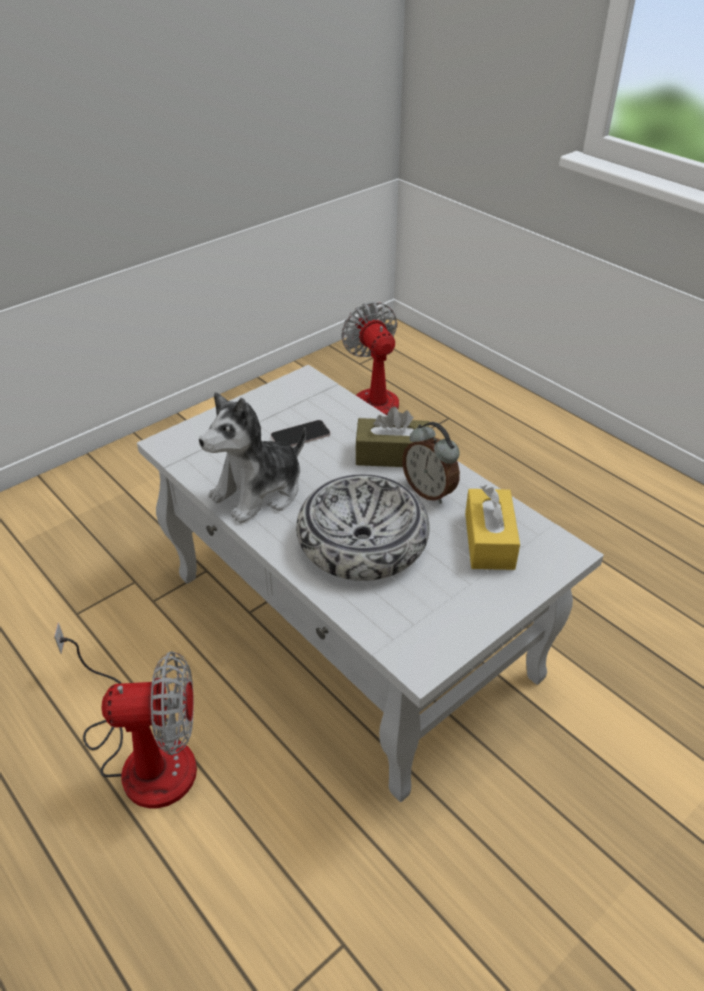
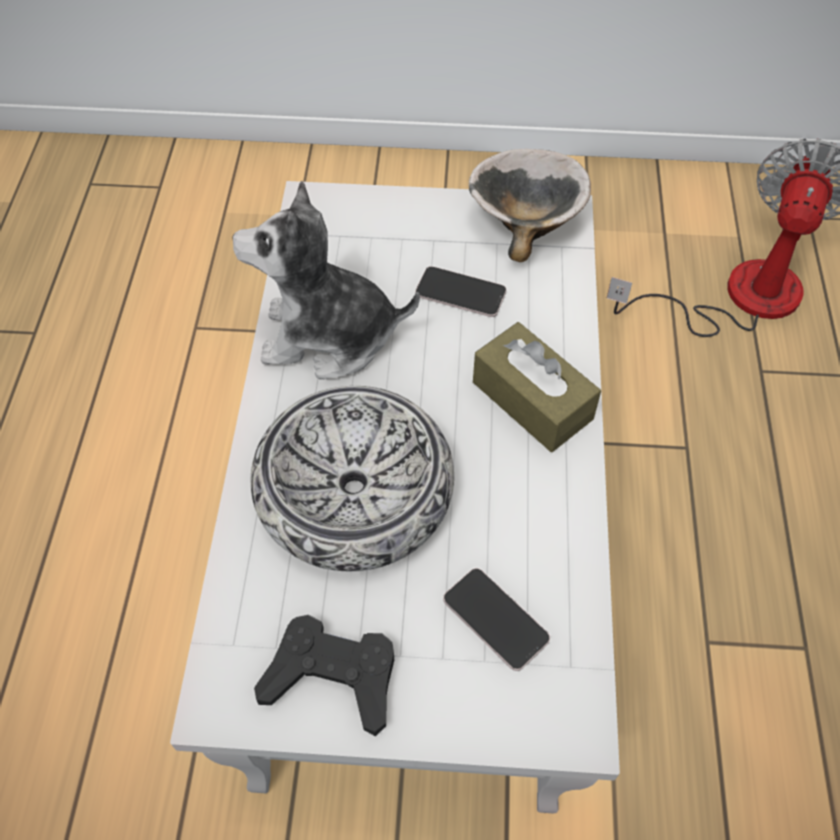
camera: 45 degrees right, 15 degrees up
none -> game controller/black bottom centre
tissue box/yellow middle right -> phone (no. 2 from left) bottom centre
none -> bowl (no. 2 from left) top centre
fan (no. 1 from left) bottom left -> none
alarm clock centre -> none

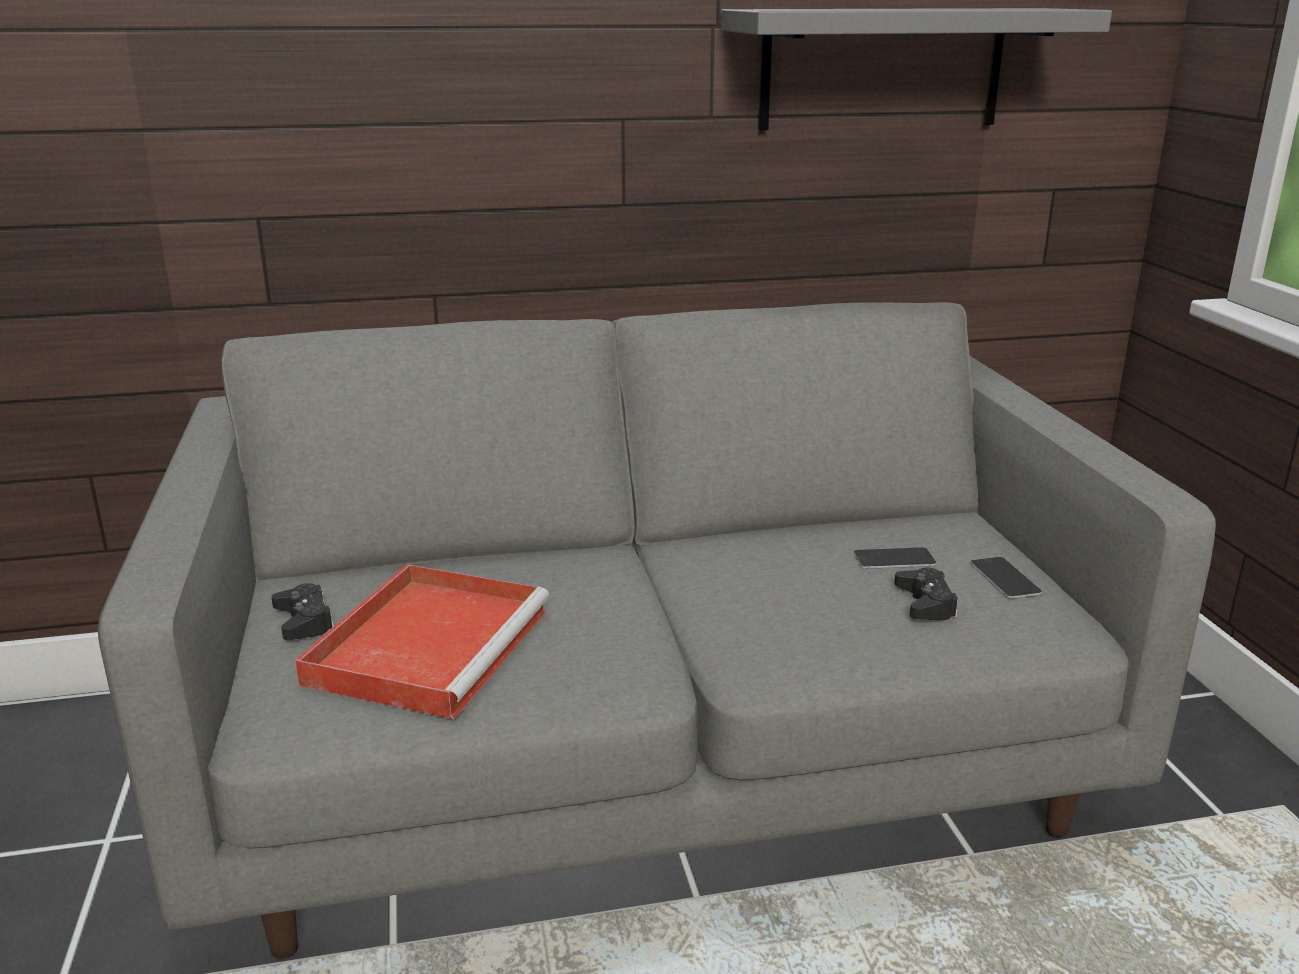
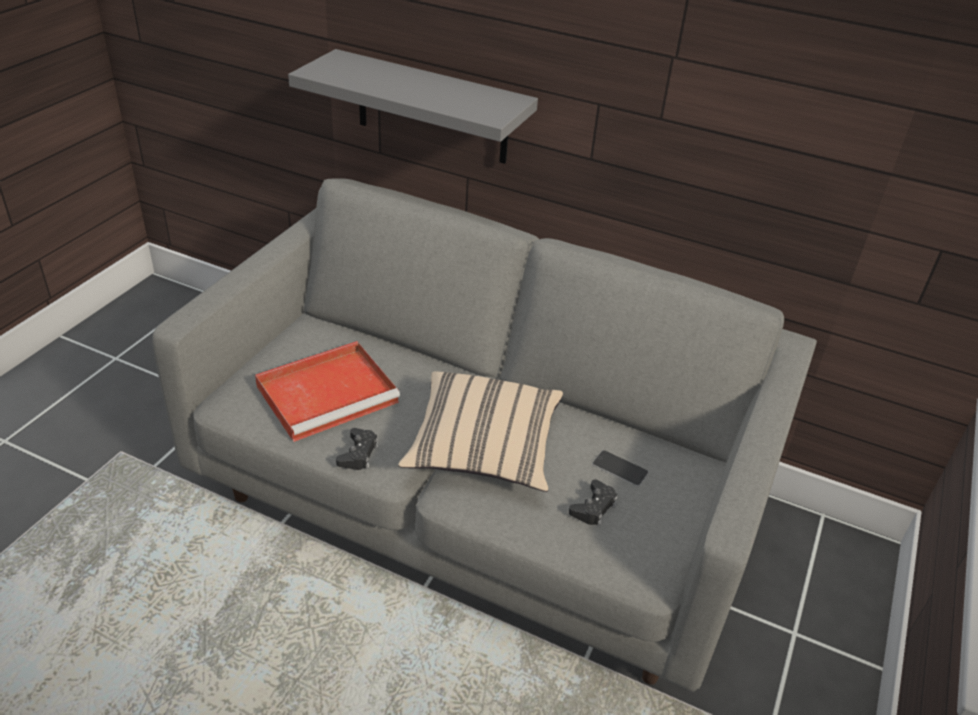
camera: 35 degrees right, 15 degrees up
shelf/grey top right -> shelf/grey top centre, shifted
game controller/black (no. 1 from left) middle left -> game controller/black (no. 1 from left) centre, shifted
none -> pillow/beige centre
phone (no. 2 from left) middle right -> none

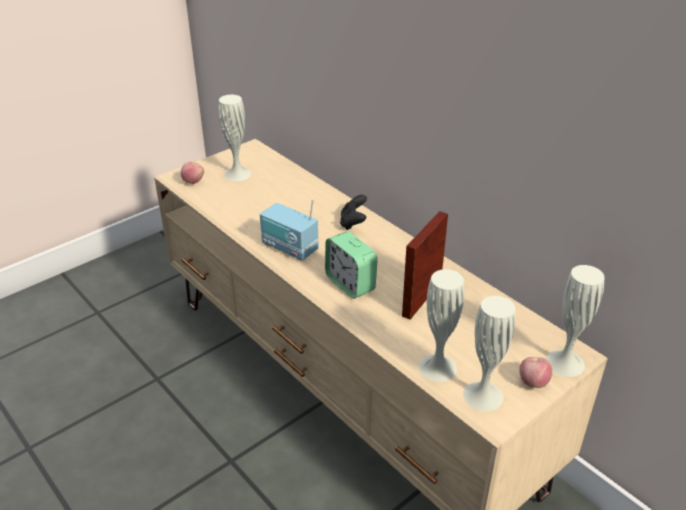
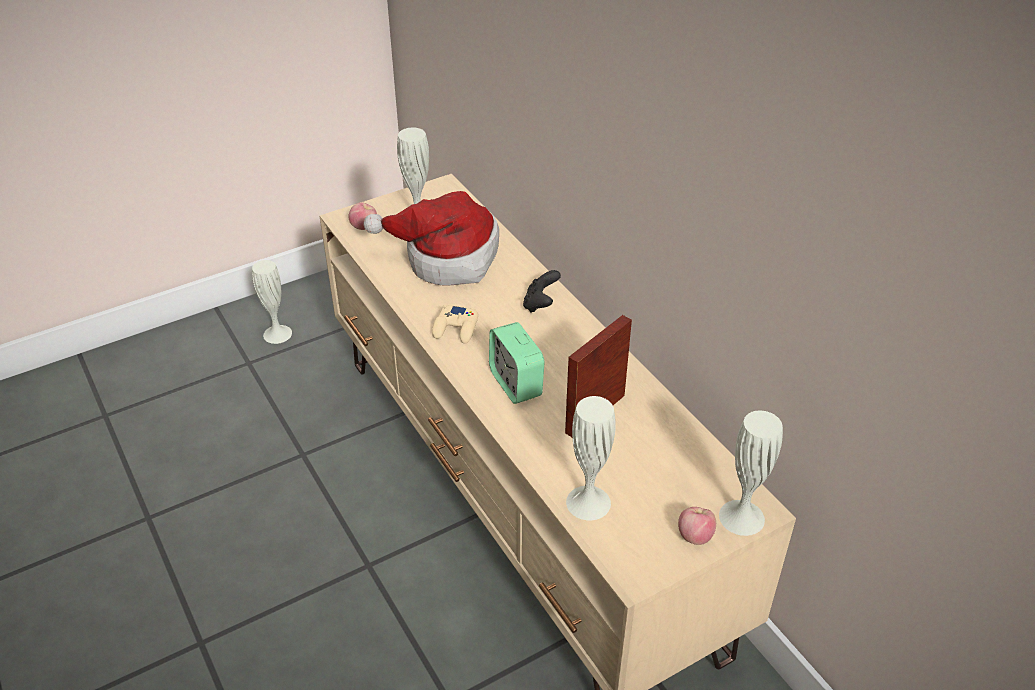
camera: 10 degrees right, 5 degrees up
vase/white (no. 3 from left in the first image) bottom right -> vase/white (no. 1 from left) middle left, shifted
none -> hat centre
radio centre -> game controller/beige centre

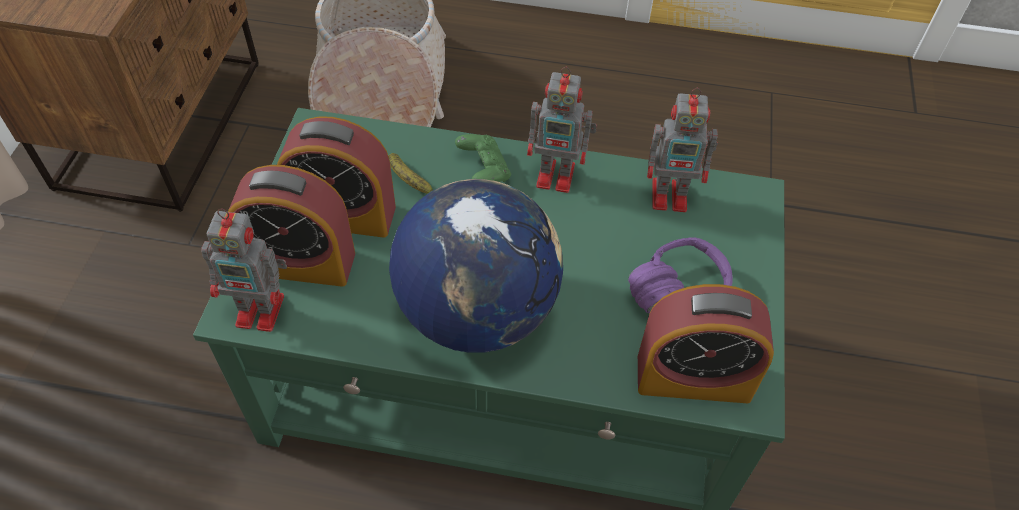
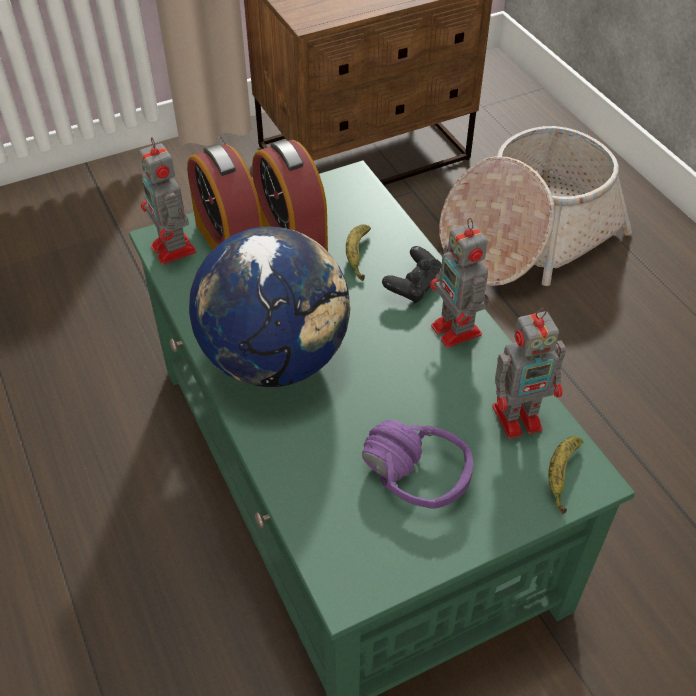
camera: 55 degrees right, 5 degrees down
game controller/green top centre -> game controller/black centre
toy robot (no. 3 from left) top right -> toy robot (no. 3 from left) middle right, 75 degrees counterclockwise
none -> banana (no. 2 from left) bottom right
alarm clock (no. 3 from left) bottom right -> none

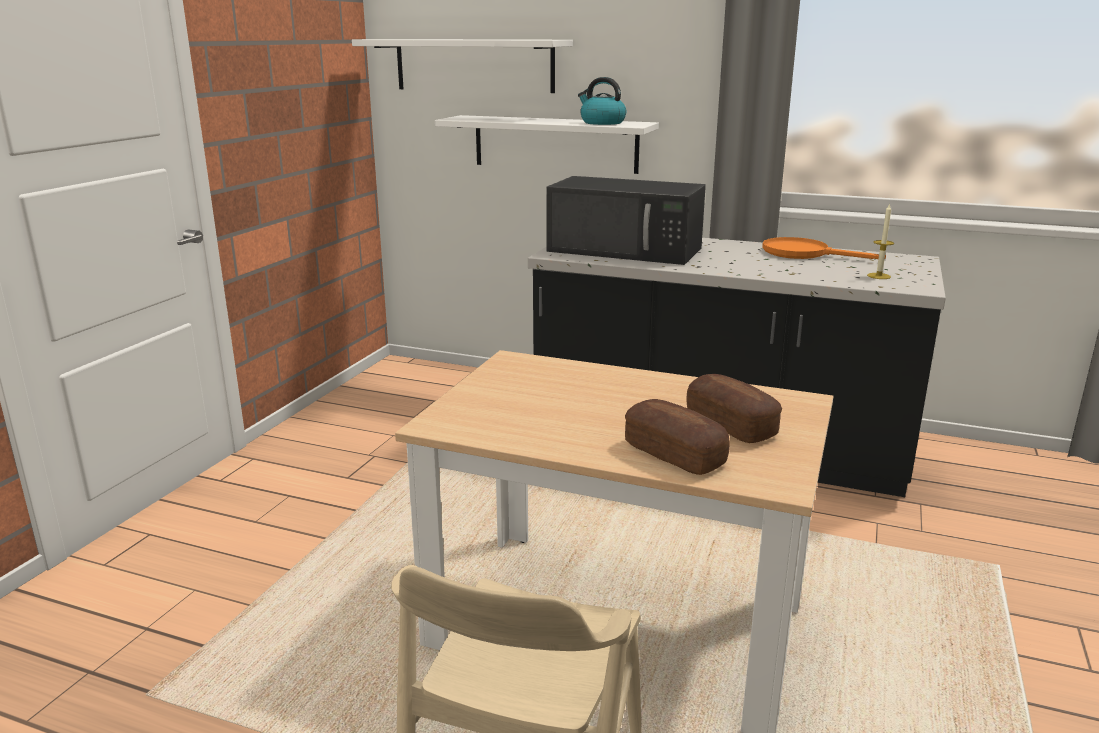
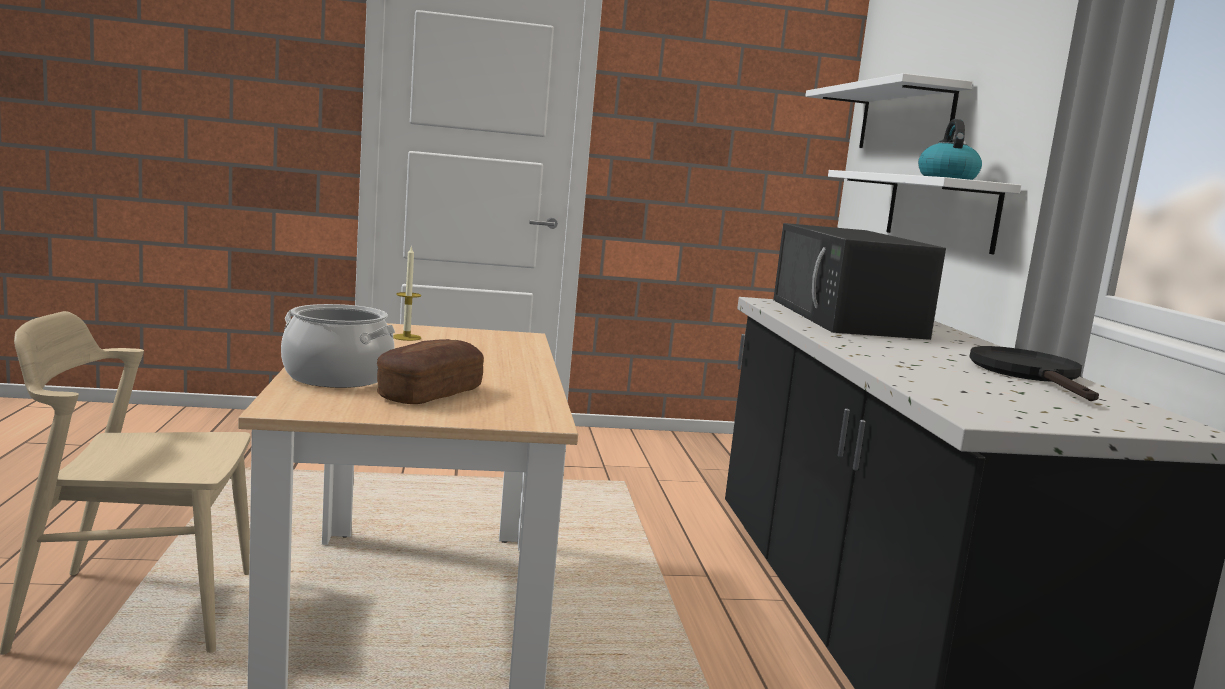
camera: 60 degrees right, 10 degrees down
bread (no. 1 from left) centre -> cooking pot middle left
candle top right -> candle middle left, shifted
frying pan/orange middle right -> frying pan/black middle right

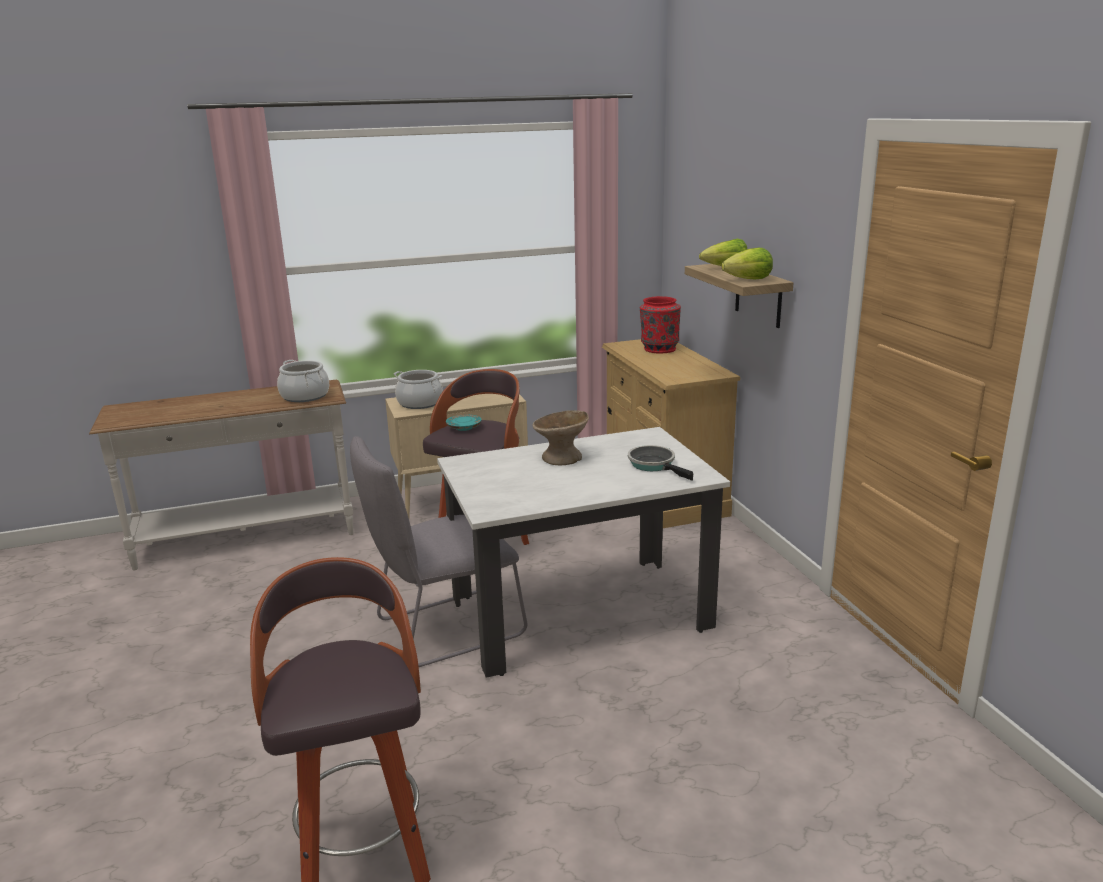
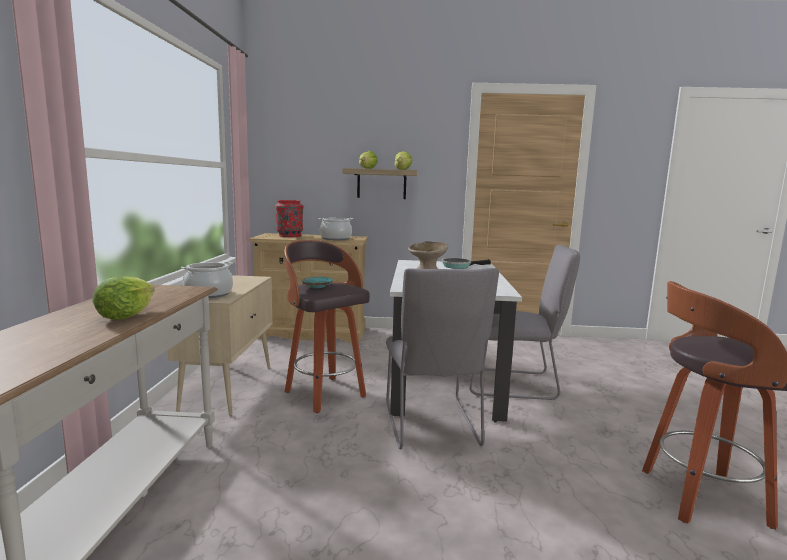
camera: 70 degrees left, 10 degrees down
none -> lettuce (no. 1 from left) middle left
cooking pot (no. 1 from left in the first image) middle left -> cooking pot (no. 2 from left) centre, shifted
none -> chair/grey (no. 2 from left) centre

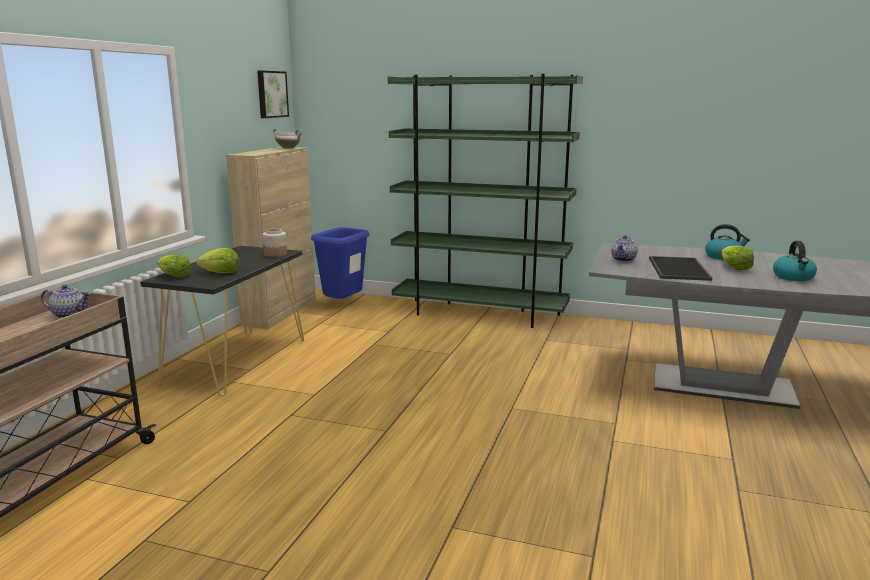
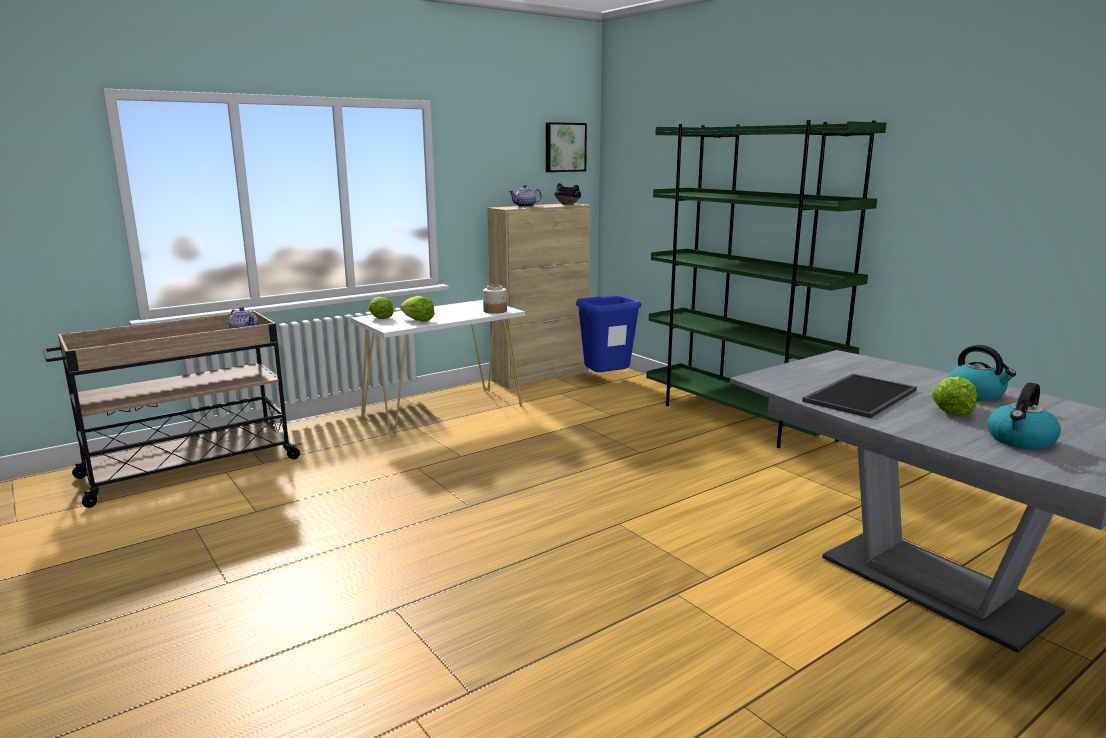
camera: 35 degrees right, 0 degrees up
console table/black middle left -> console table/white centre
teapot (no. 2 from left) middle right -> teapot (no. 2 from left) top centre, shifted
cooking pot/white top left -> cooking pot/black top centre

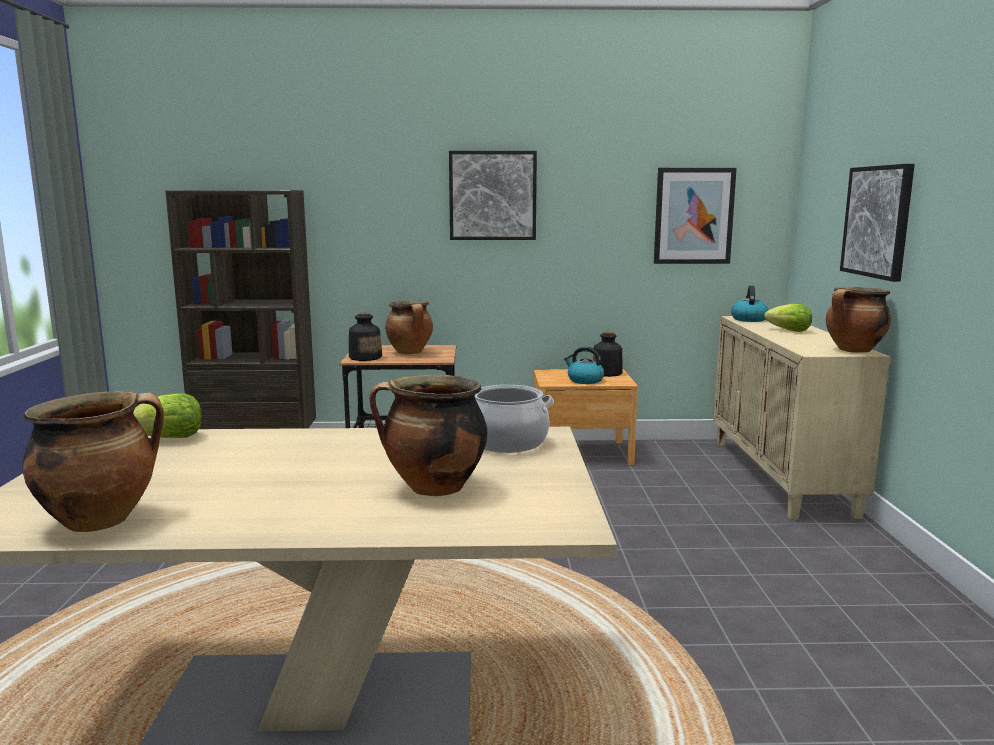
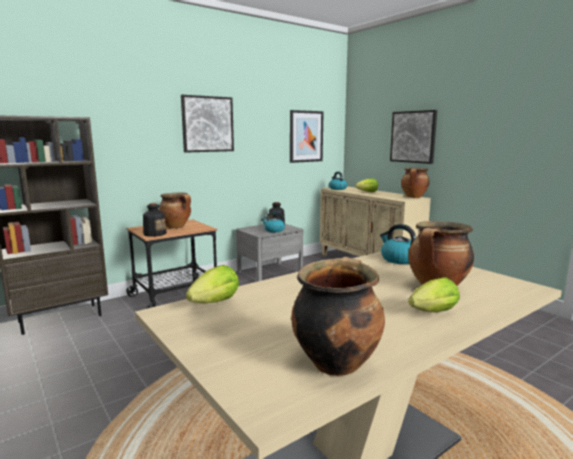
camera: 35 degrees left, 0 degrees up
nightstand/brown centre -> nightstand/grey centre
cooking pot (no. 4 from left) centre -> kettle (no. 3 from left) middle right
none -> lettuce (no. 3 from left) middle right

